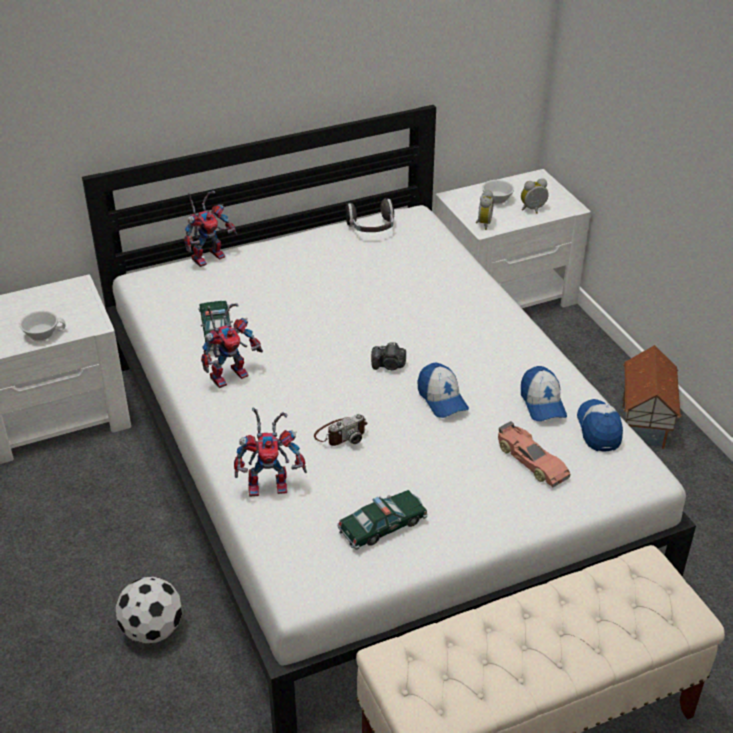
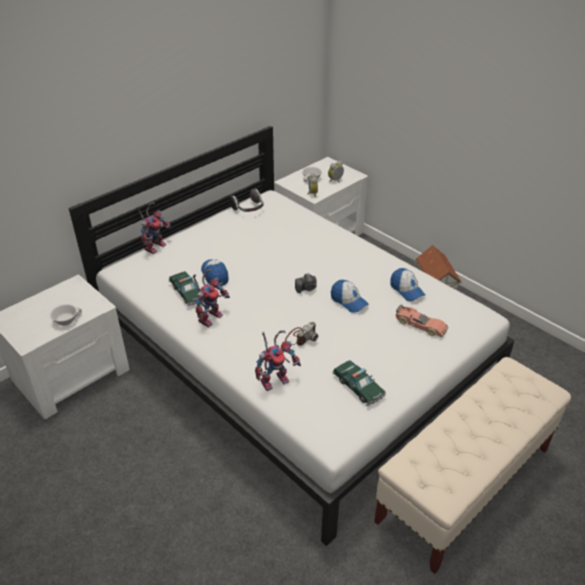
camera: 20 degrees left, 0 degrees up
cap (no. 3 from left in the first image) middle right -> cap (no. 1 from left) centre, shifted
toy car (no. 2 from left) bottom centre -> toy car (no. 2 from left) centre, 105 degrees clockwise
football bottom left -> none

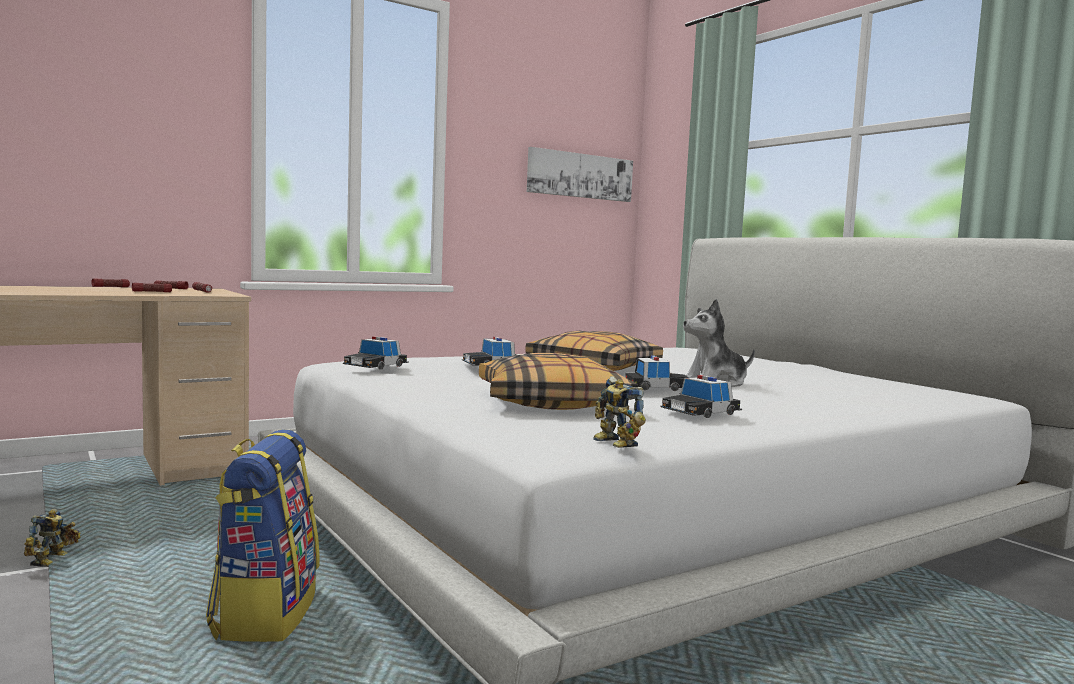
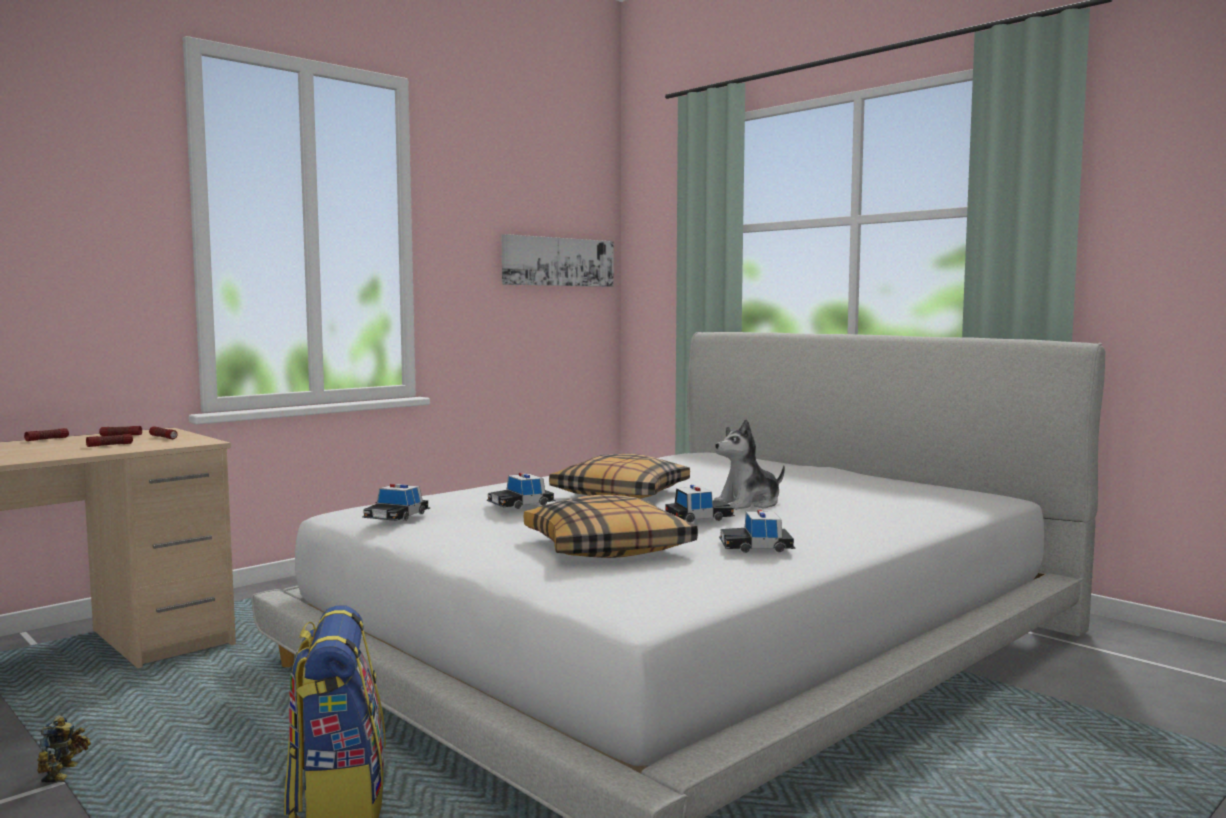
camera: 10 degrees left, 0 degrees up
toy car (no. 4 from left) centre, 45 degrees clockwise
toy robot (no. 2 from left) centre -> none

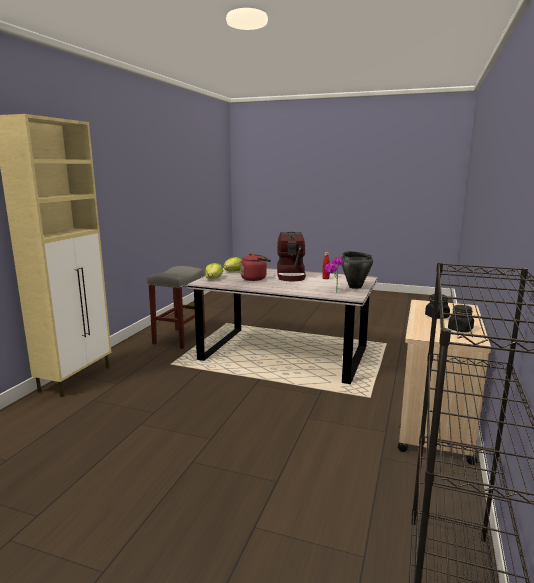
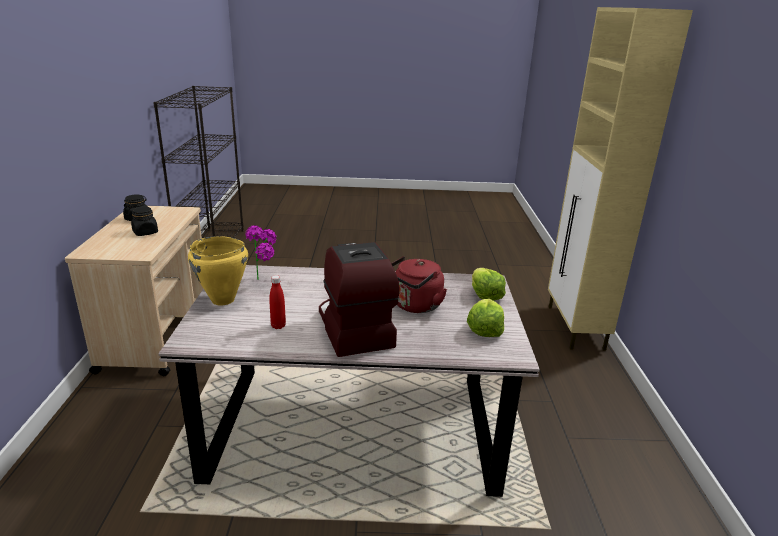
camera: 160 degrees right, 10 degrees up
cooking pot/black middle right -> cooking pot/yellow middle left
stool/grey middle left -> none

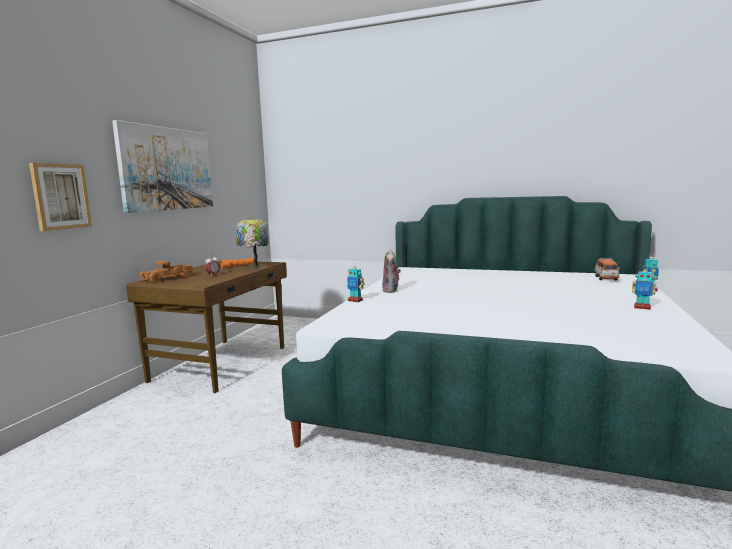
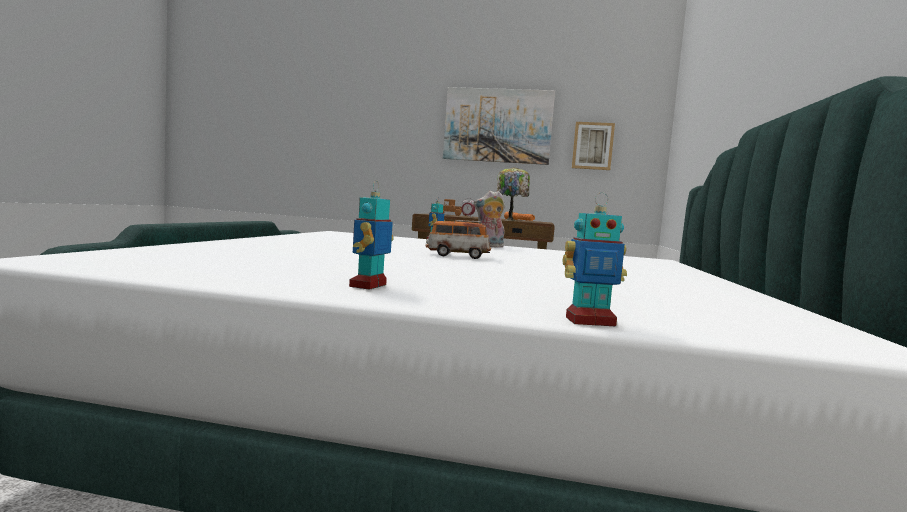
camera: 80 degrees right, 5 degrees down
toy car middle right -> toy car centre, shifted
picture (no. 1 from left in the first image) middle left -> picture (no. 2 from left) top centre, shifted

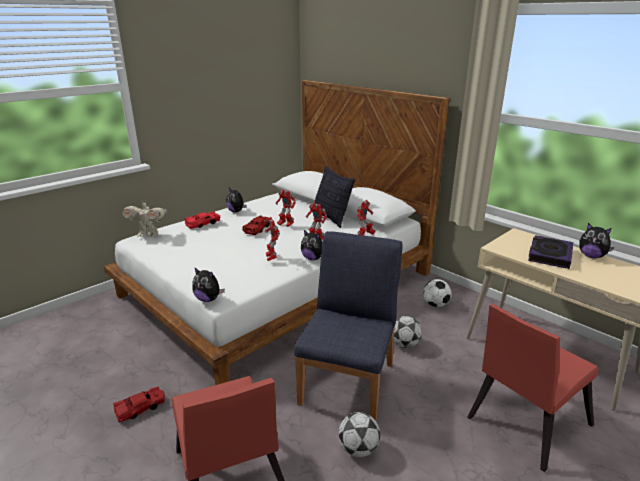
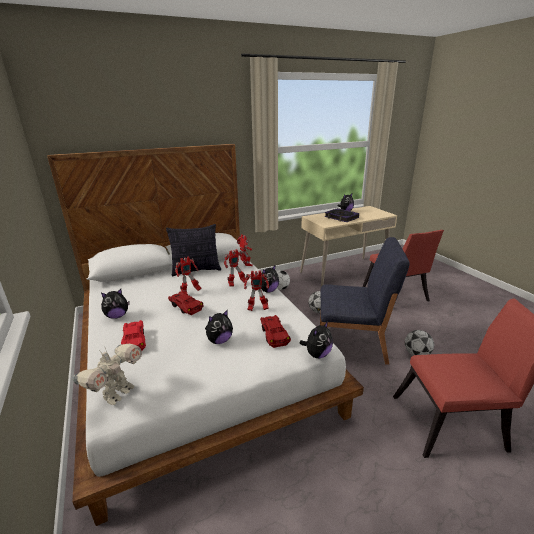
camera: 70 degrees left, 0 degrees up
none -> plush toy (no. 2 from left) centre
toy car/red (no. 1 from left in the first image) bottom left -> toy car/red (no. 3 from left) centre, shifted
chair/blue bottom centre -> chair/blue middle right, 150 degrees clockwise

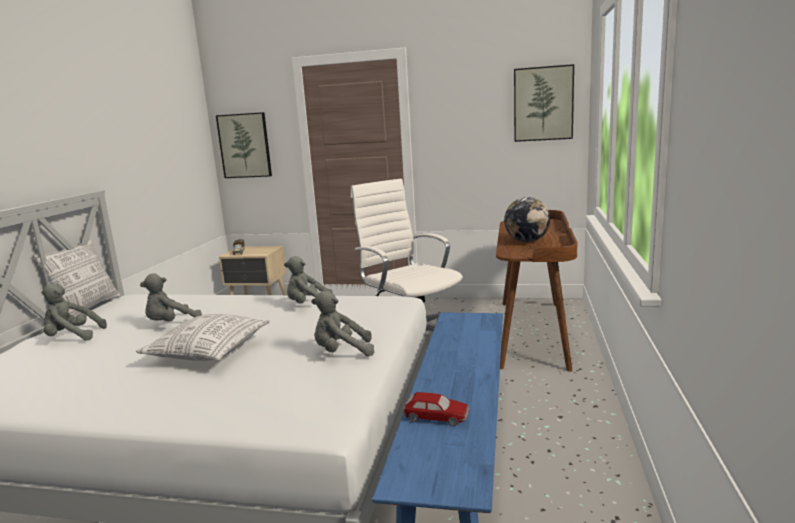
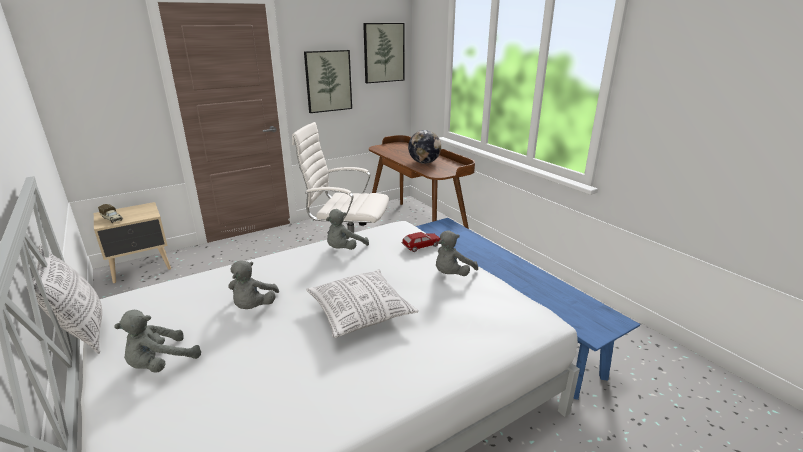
camera: 45 degrees left, 10 degrees up
picture (no. 1 from left) top left -> picture (no. 1 from left) top centre, shifted
toy car bottom centre -> toy car centre, shifted

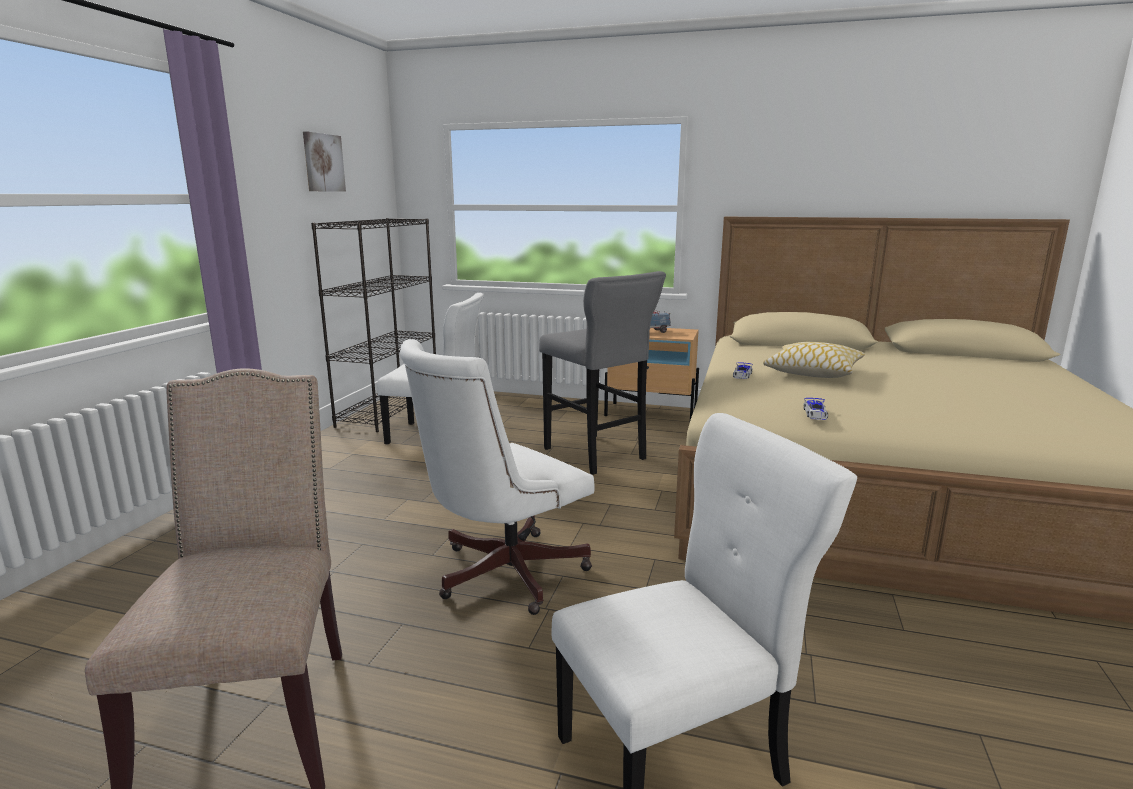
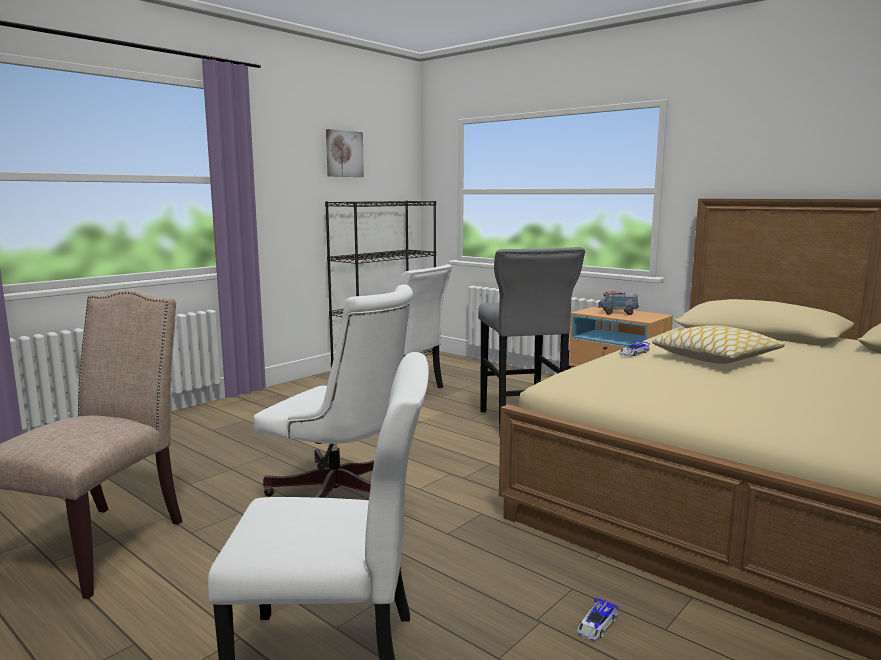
camera: 25 degrees right, 5 degrees down
office chair/white centre, 135 degrees counterclockwise
toy car (no. 2 from left in the first image) middle right -> toy car (no. 1 from left) bottom right, shifted

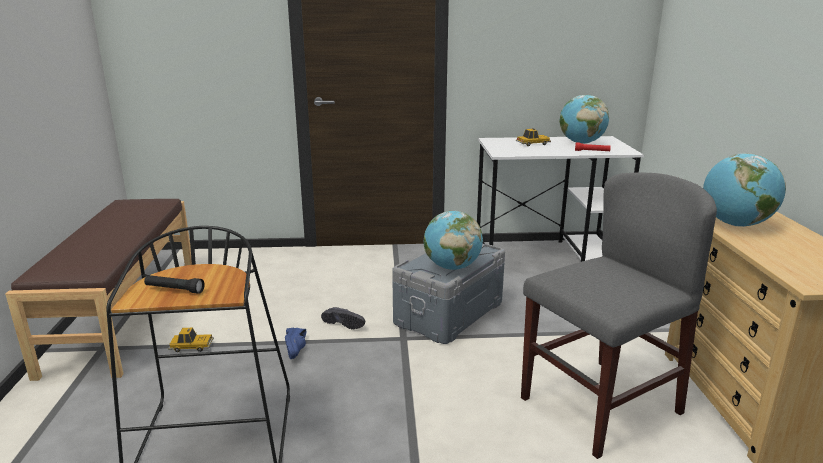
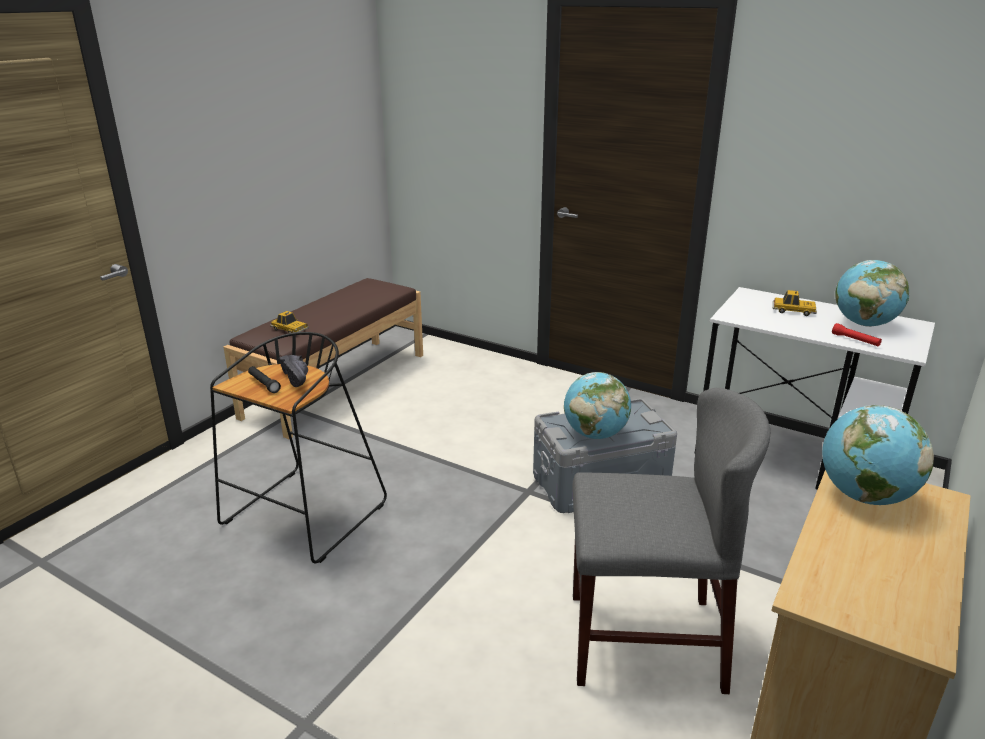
camera: 35 degrees right, 5 degrees up
toy car (no. 1 from left) bottom left -> toy car (no. 1 from left) middle left, shifted
shoe/black bottom centre -> shoe/black middle left, shifted
shoe/blue bottom centre -> none

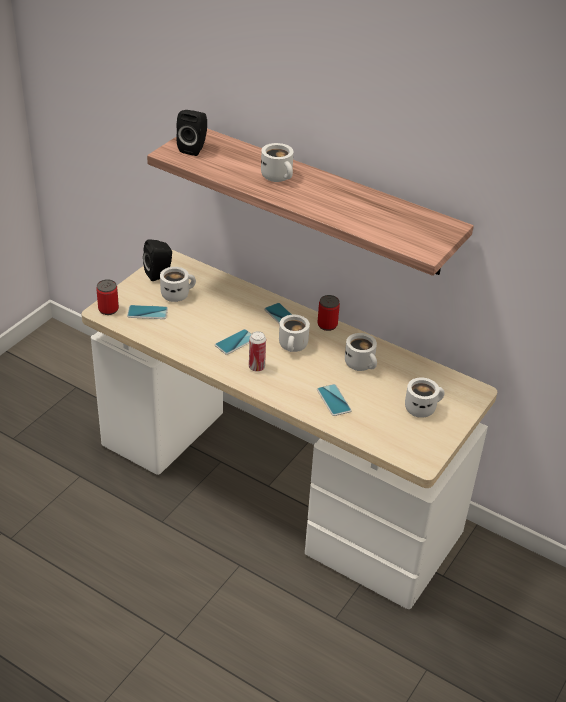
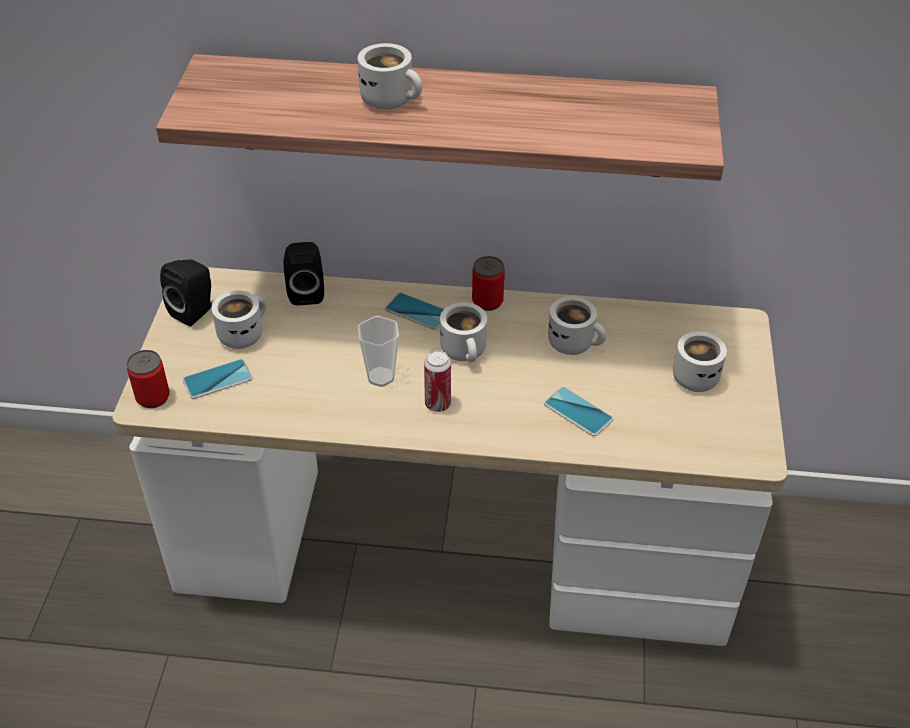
camera: 25 degrees left, 5 degrees up
speaker/black (no. 2 from left) top centre -> speaker/black (no. 2 from left) centre, shifted
phone (no. 2 from left) centre -> cup centre

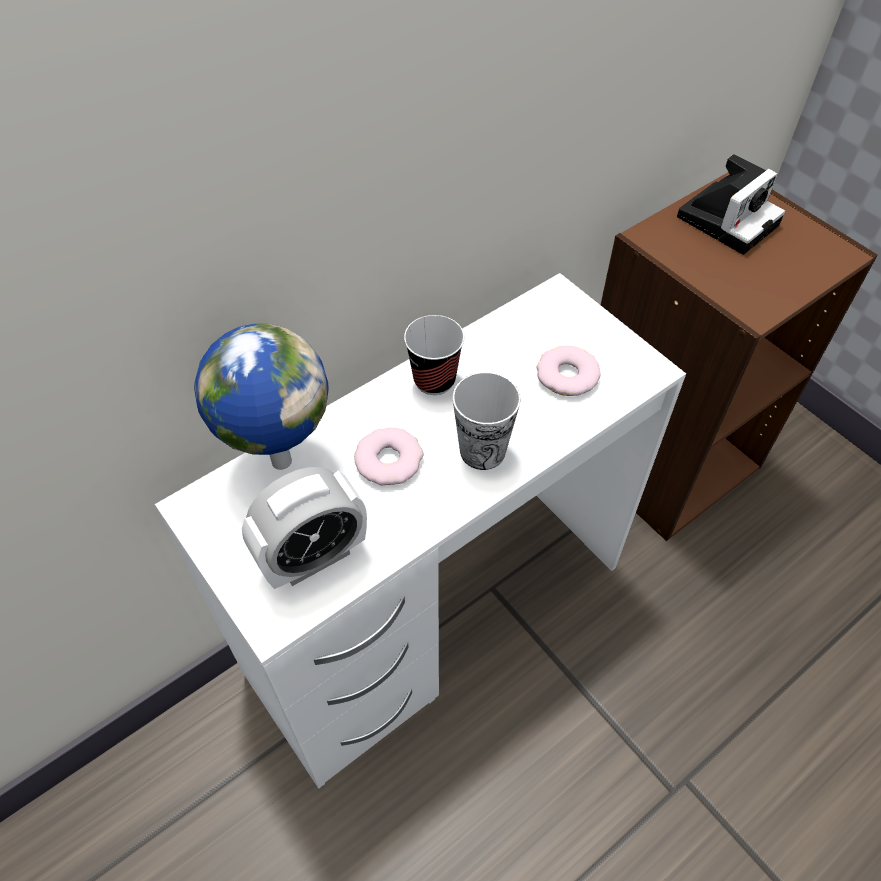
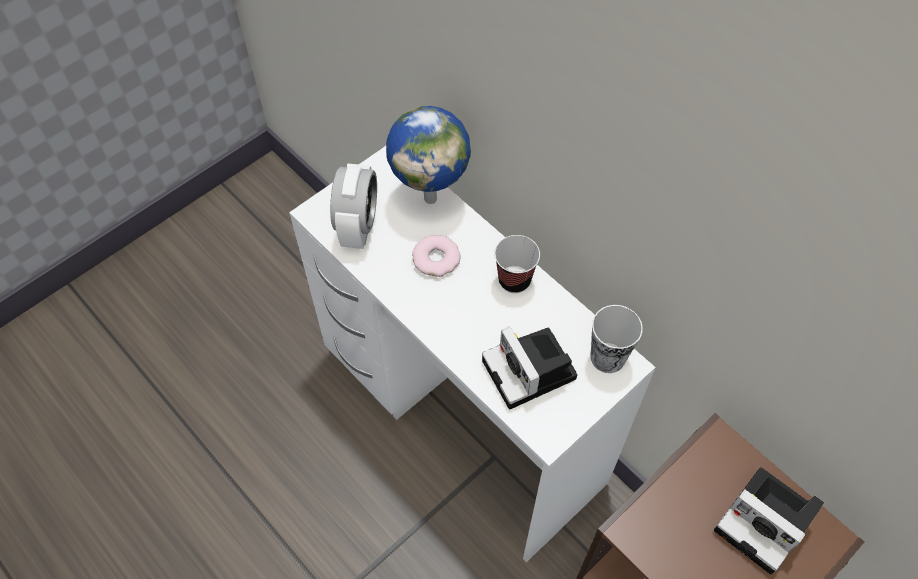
camera: 85 degrees right, 5 degrees up
alarm clock centre, 135 degrees counterclockwise
donut (no. 2 from left) centre -> photo camera (no. 1 from left) centre
cup (no. 2 from left) centre -> cup (no. 2 from left) middle right, shifted

